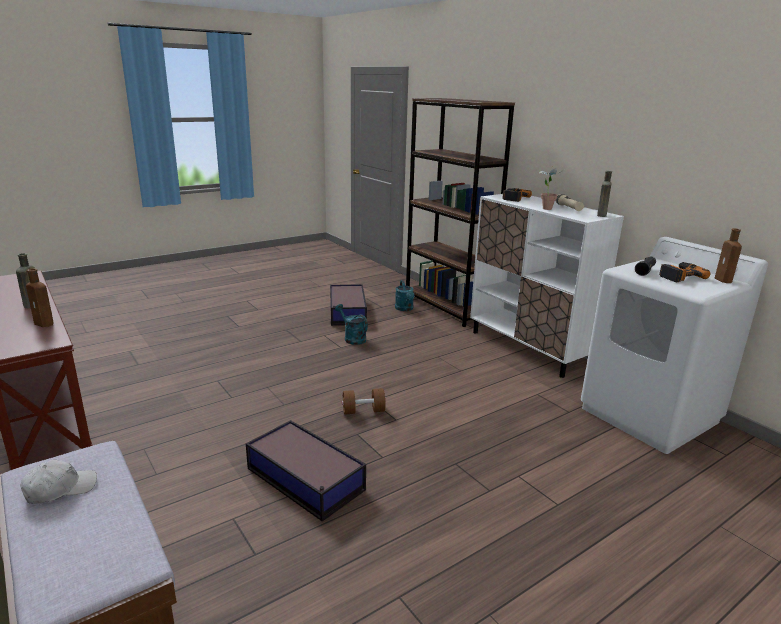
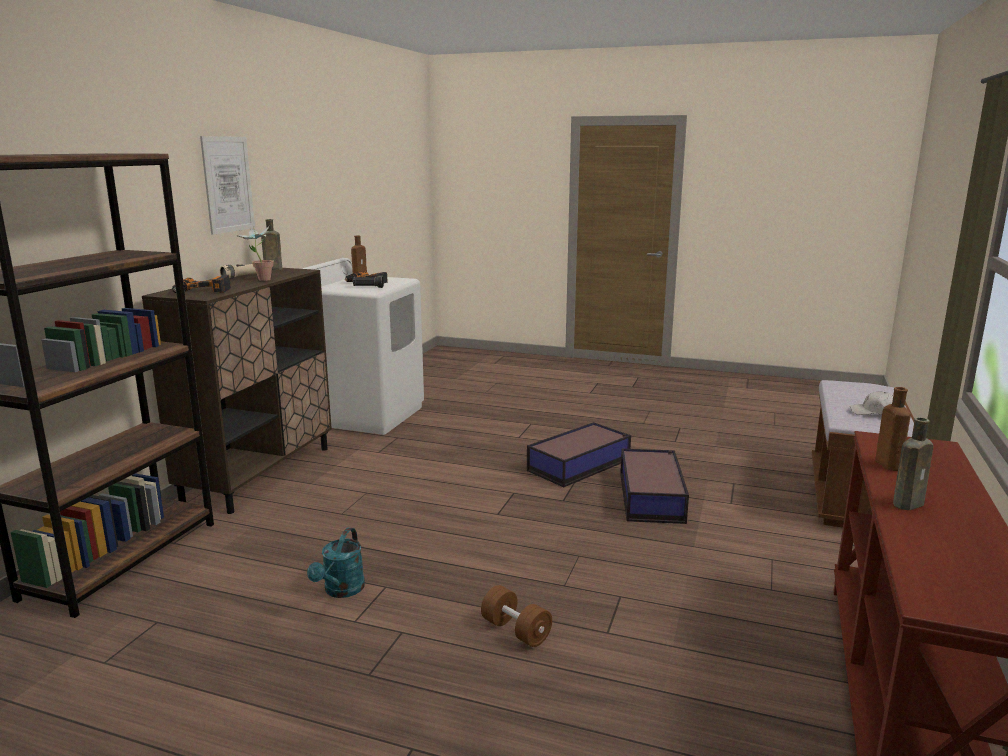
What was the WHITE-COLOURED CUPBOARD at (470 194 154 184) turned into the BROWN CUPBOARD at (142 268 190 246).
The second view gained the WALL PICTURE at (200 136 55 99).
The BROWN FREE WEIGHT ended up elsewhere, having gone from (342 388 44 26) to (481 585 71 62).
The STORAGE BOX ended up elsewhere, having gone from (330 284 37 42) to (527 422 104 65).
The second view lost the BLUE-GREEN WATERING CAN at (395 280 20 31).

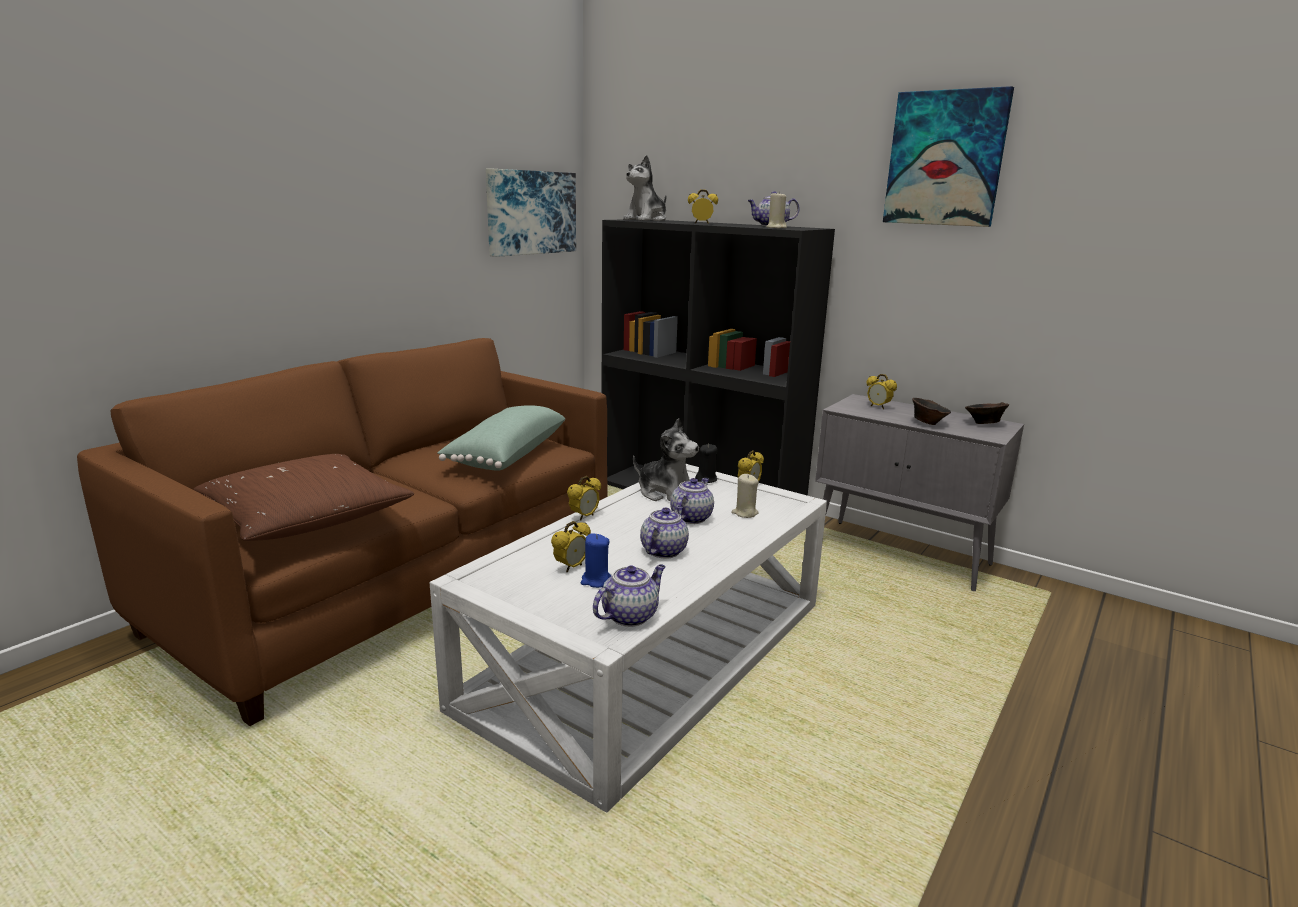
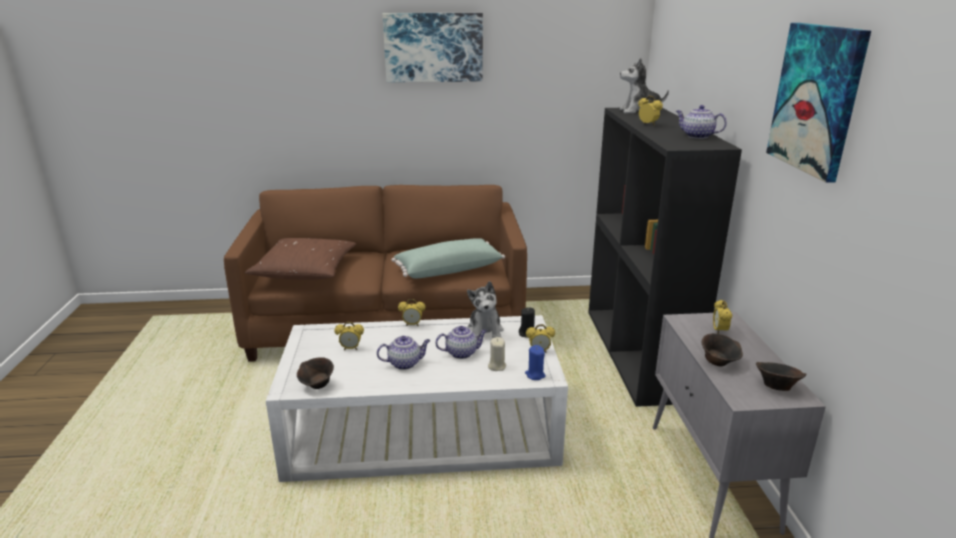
Where the TEAPOT stood at (593 564 73 63), the BROWN BOWL came to stand at (297 357 37 32).
The WALL PICTURE ended up elsewhere, having gone from (486 168 90 89) to (383 13 100 69).
The BLUE CANDLE ended up elsewhere, having gone from (581 533 30 55) to (525 345 21 35).
The second view lost the BEIGE-COLOURED CANDLE at (766 192 21 36).

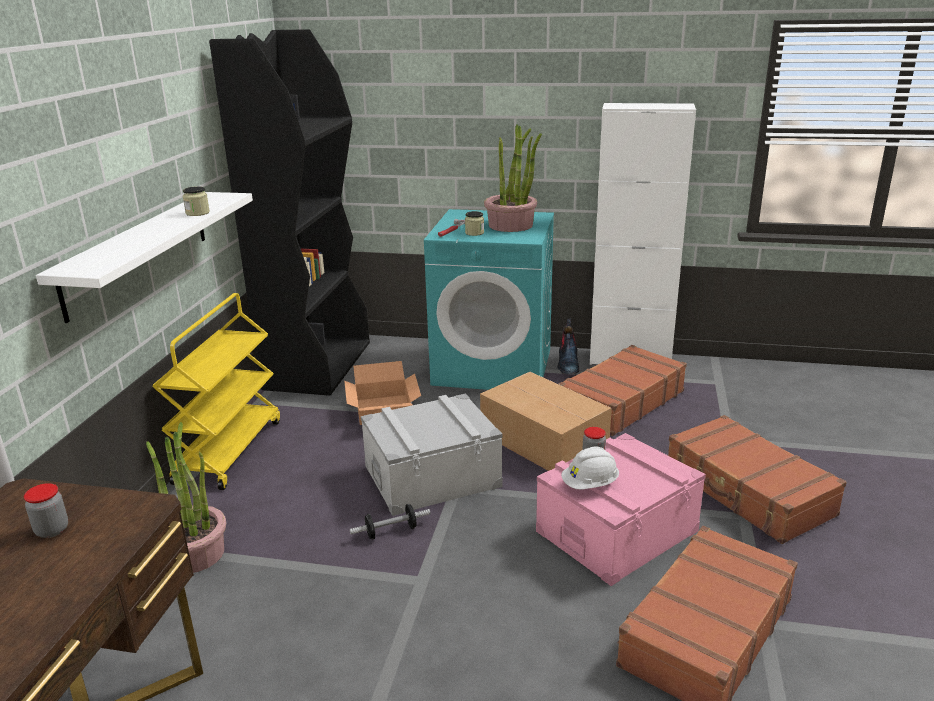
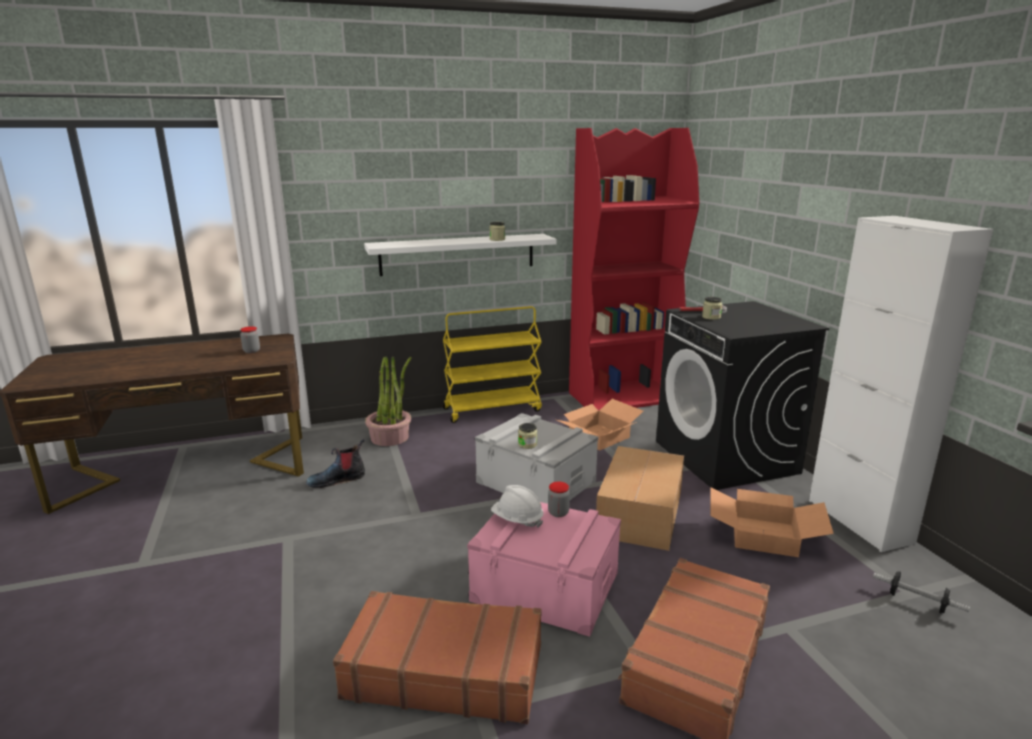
The TALL BOOT ended up elsewhere, having gone from (558 318 21 56) to (306 439 59 49).
The second view gained the PRESERVE JAR at (518 423 19 26).
What was the BLACK-COLOURED BOOKCASE at (209 29 161 367) turned into the RED BOOKCASE at (569 128 130 283).
What was the BLUE-GREEN WASHING MACHINE at (424 209 130 181) turned into the BLACK-COLOURED WASHING MACHINE at (656 301 173 189).
Where the BROWN SUITCASE stood at (559 345 128 91), the CARTON came to stand at (710 487 124 70).
The FREE WEIGHT ended up elsewhere, having gone from (350 504 80 35) to (873 571 97 42).
The second view lost the POTTED PLANT at (484 124 58 108).

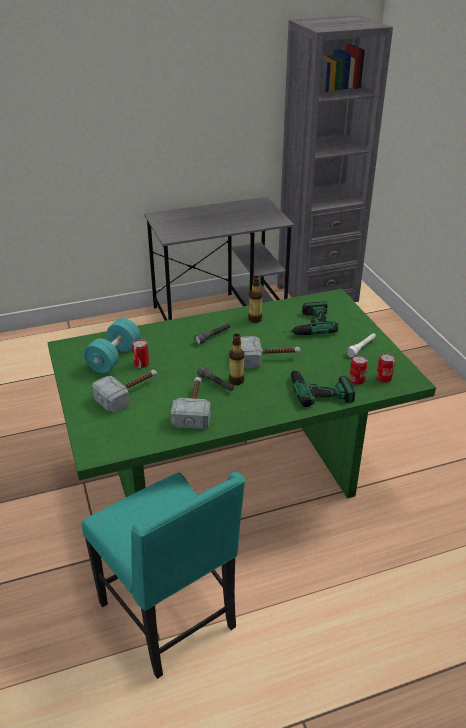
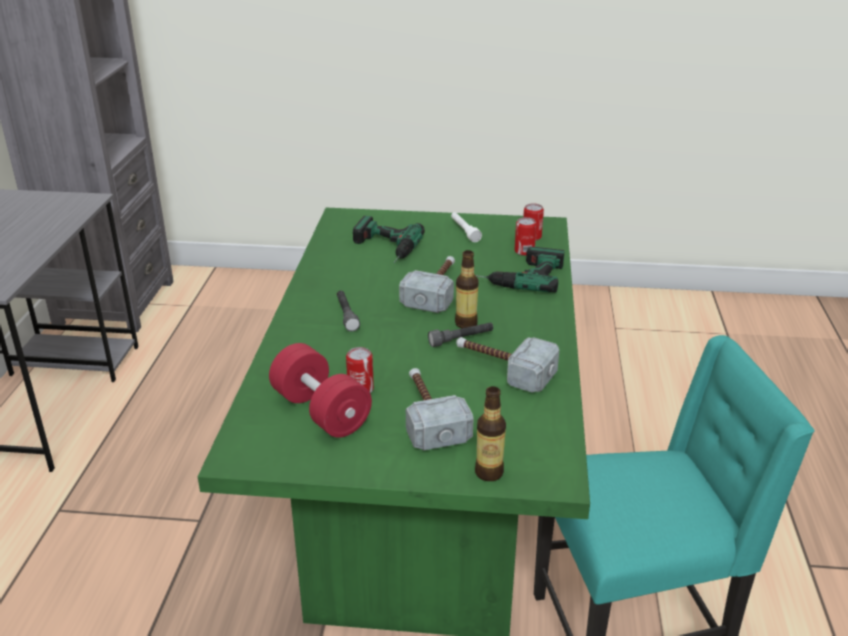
What was the BLUE-GREEN FREE WEIGHT at (83 318 58 56) turned into the RED FREE WEIGHT at (269 343 103 95).
The BOTTLE ended up elsewhere, having gone from (248 276 15 47) to (475 386 31 95).

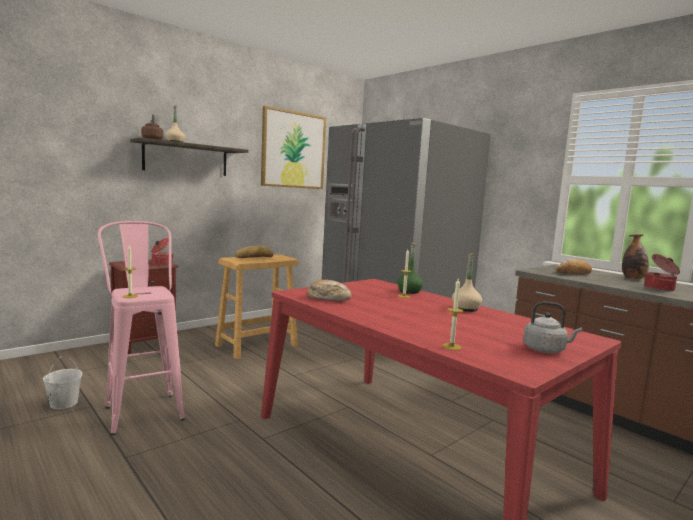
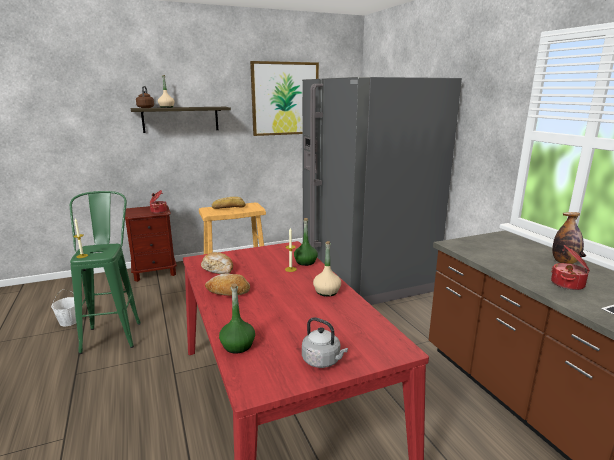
What was the PINK STOOL at (98 221 87 214) turned into the GREEN-COLOURED STOOL at (70 191 71 163).
The BREAD ended up elsewhere, having gone from (556 259 36 16) to (205 273 45 23).
Where the CANDLE stood at (442 279 21 71), the GREEN-COLOURED BOTTLE came to stand at (219 283 36 71).

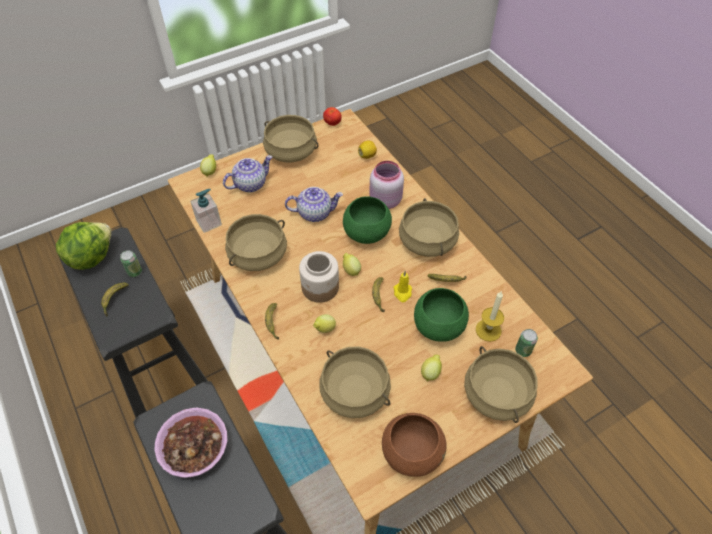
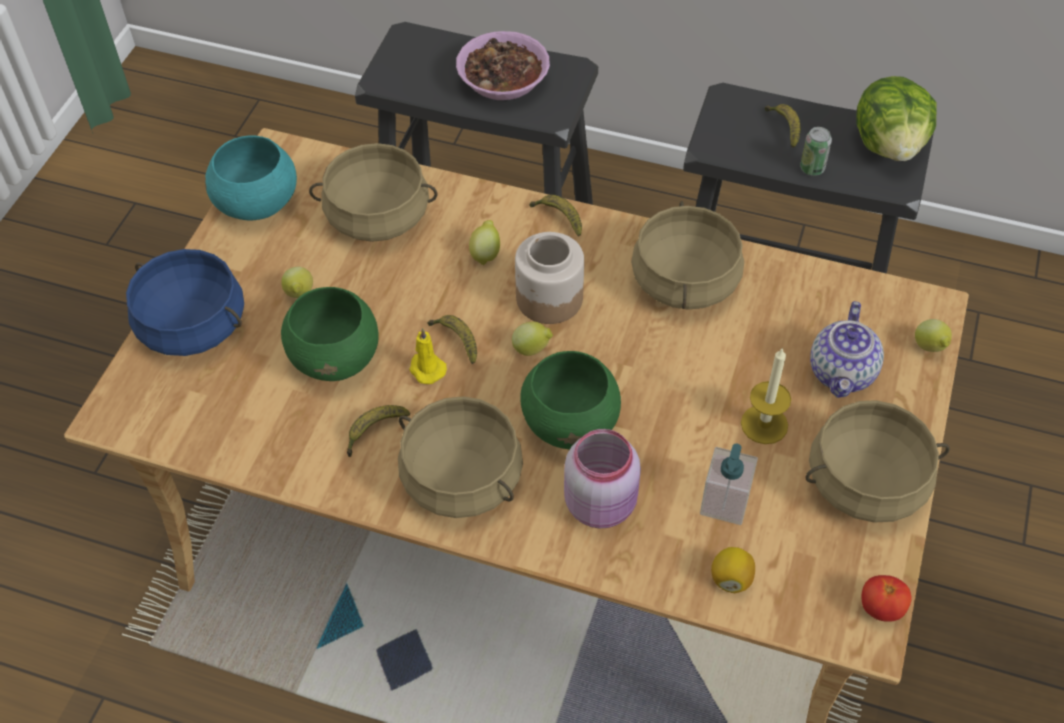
What was the BEIGE-COLOURED STOCKPOT at (464 346 73 77) turned into the BLUE STOCKPOT at (126 249 118 107).
What was the BROWN BOWL at (382 413 65 64) turned into the BLUE-GREEN BOWL at (205 135 92 86).
The SOAP BOTTLE ended up elsewhere, having gone from (190 189 32 44) to (700 444 58 81).
The CANDLE ended up elsewhere, having gone from (476 292 28 50) to (741 347 50 97).
The second view lost the TEAPOT at (285 187 58 35).
The second view lost the METAL CAN at (515 329 23 28).

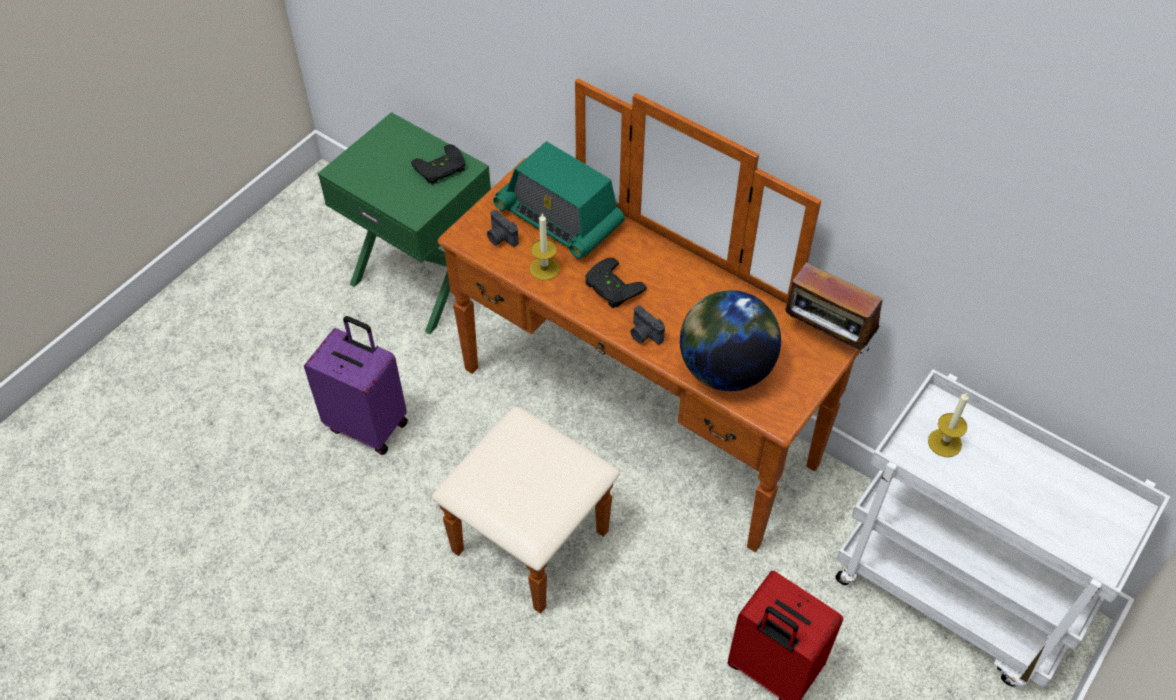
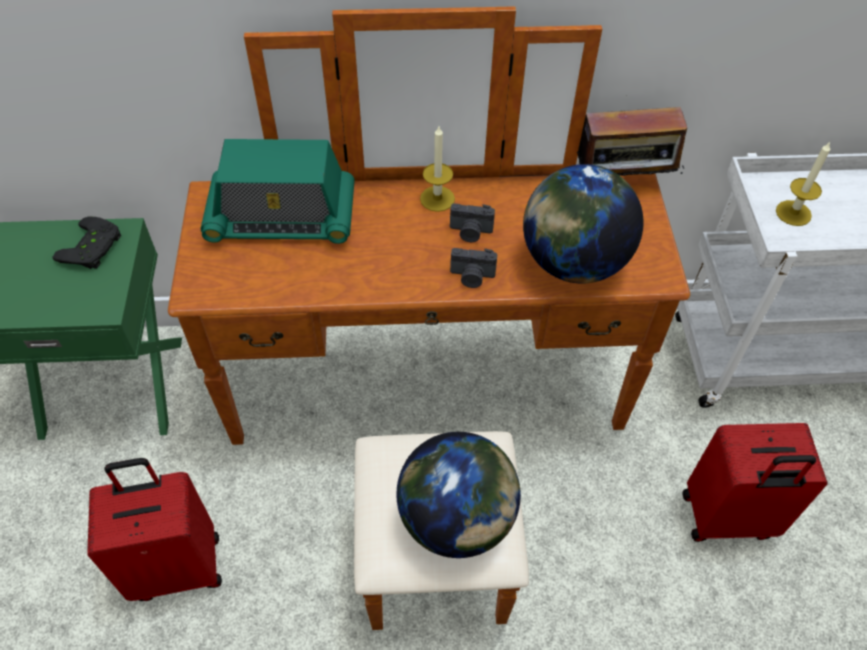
What was the PURPLE SUITCASE at (304 316 104 139) turned into the RED SUITCASE at (87 458 135 143).
The second view gained the WORLD GLOBE at (396 432 125 126).
The CANDLE ended up elsewhere, having gone from (530 213 30 68) to (420 126 35 86).
The PHOTO CAMERA ended up elsewhere, having gone from (487 210 32 37) to (450 203 45 39).
The second view lost the BLACK-COLOURED JOYPAD at (585 258 62 50).

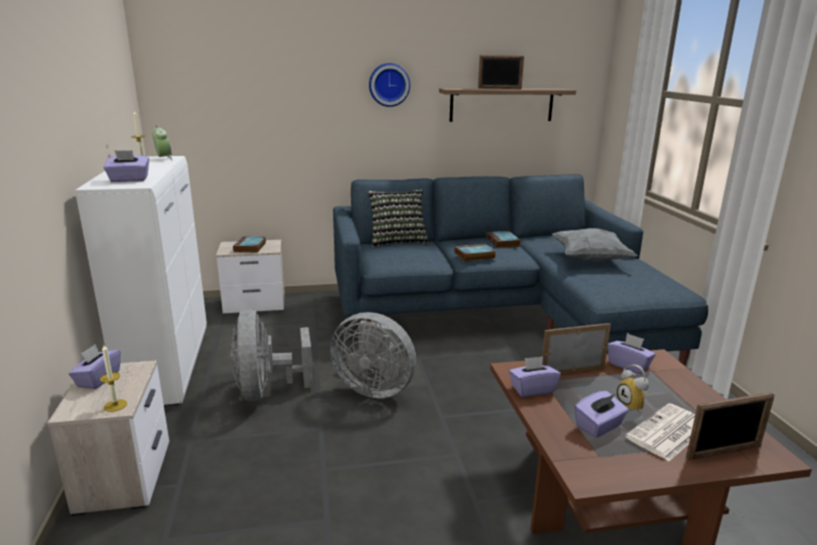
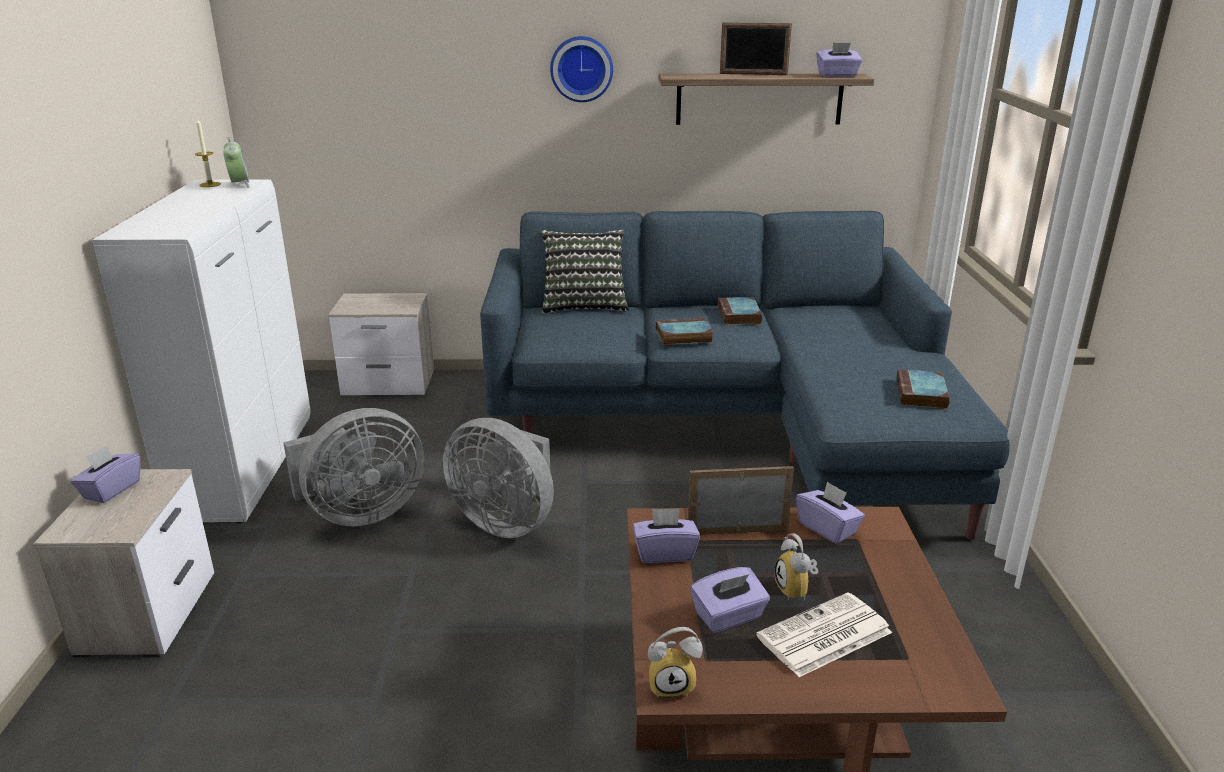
The GREY ELECTRIC FAN at (231 309 82 92) ended up facing another way, 120 degrees counterclockwise from before.
The second view gained the TABLE CLOCK at (648 627 55 71).
The PURPLE TISSUE HOLDER ended up elsewhere, having gone from (103 150 46 32) to (816 42 46 35).
The BOUND BOOK ended up elsewhere, having gone from (233 236 33 17) to (896 369 54 40).
The second view lost the CANDLE at (100 345 27 67).
The second view lost the GREY CUSHION at (552 228 86 33).
The second view lost the STANDING FRAME at (686 392 89 68).

